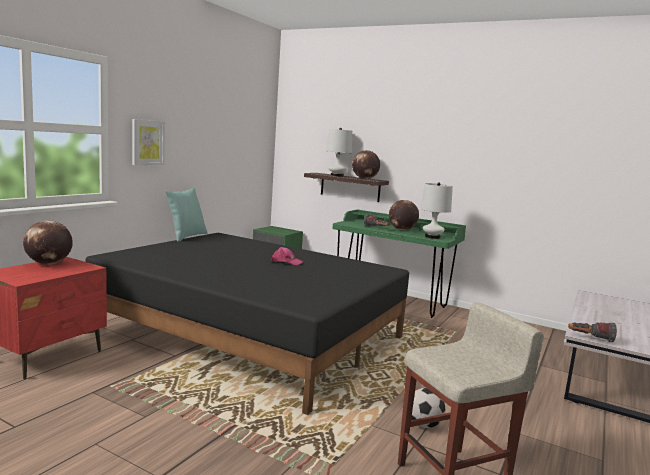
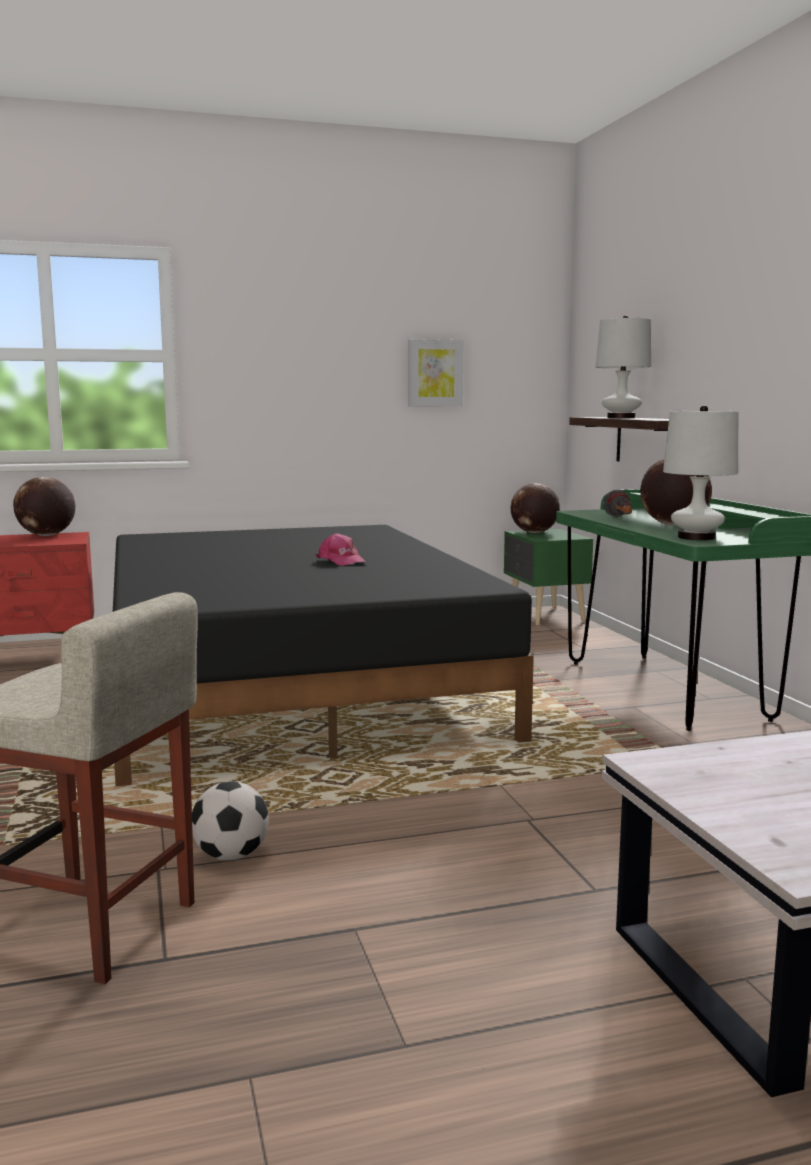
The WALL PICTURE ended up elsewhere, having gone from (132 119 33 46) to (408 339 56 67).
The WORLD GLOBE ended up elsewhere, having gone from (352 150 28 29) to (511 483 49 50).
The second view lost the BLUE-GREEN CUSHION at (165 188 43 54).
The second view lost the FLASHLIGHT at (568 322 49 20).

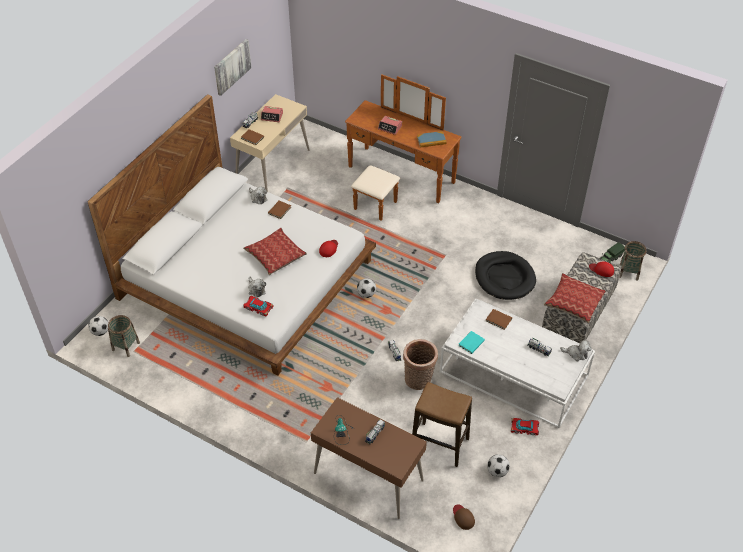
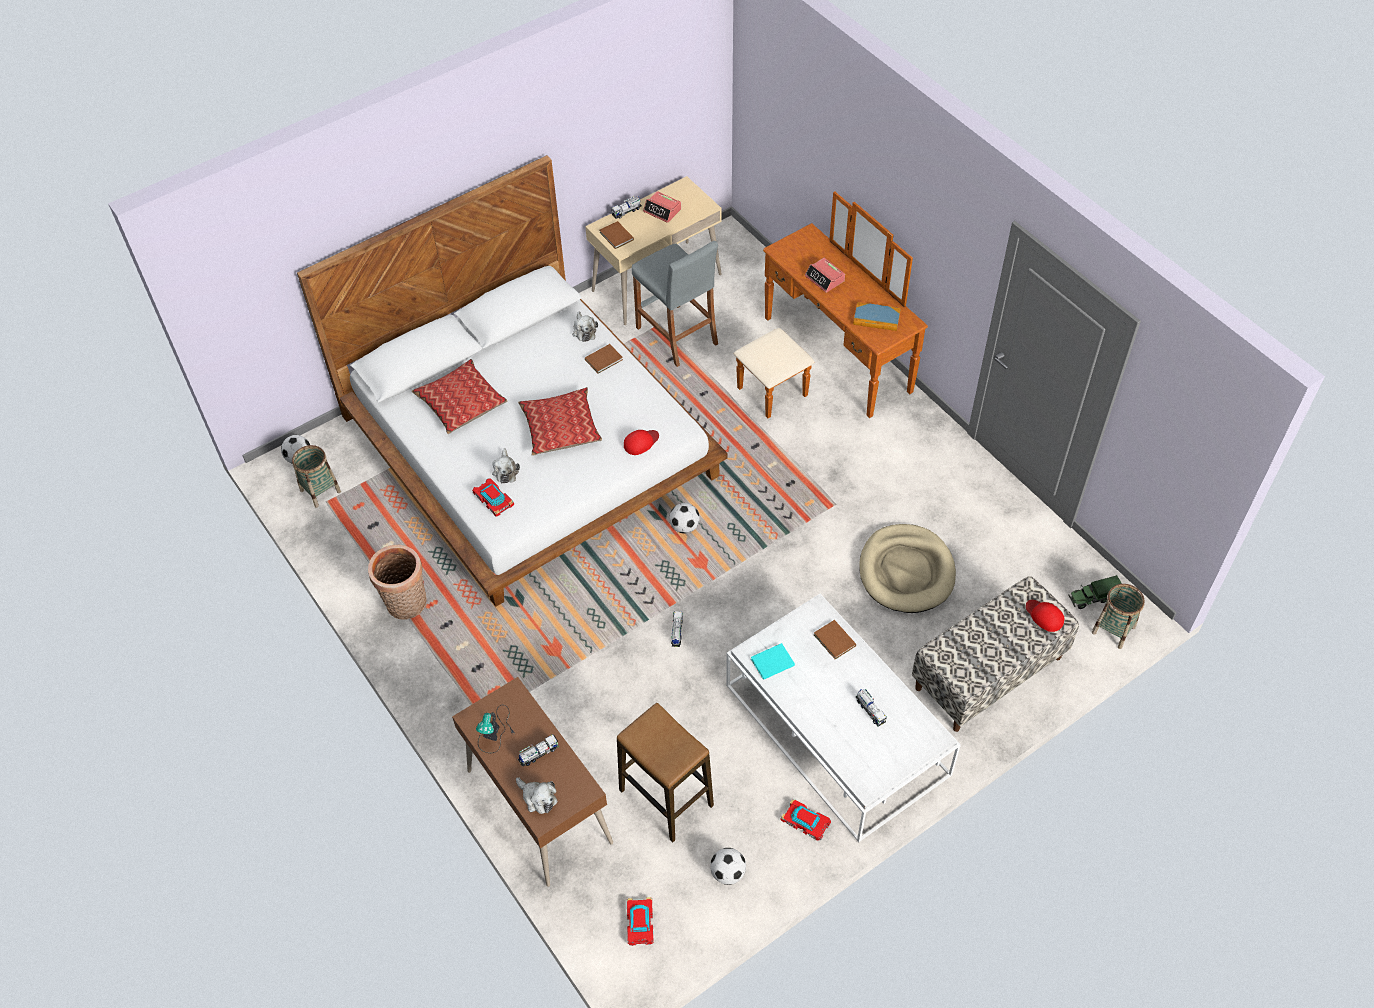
The STORAGE BASKET ended up elsewhere, having gone from (403 339 35 51) to (368 545 59 75).
The CUSHION ended up elsewhere, having gone from (544 273 62 50) to (412 359 96 75).
The CUDDLY TOY ended up elsewhere, having gone from (560 340 31 21) to (516 777 42 37).
Where the BROWN PEAKED CAP stood at (453 504 22 26), the MINIATURE CAR came to stand at (627 897 27 49).
The second view gained the GREY STOOL at (632 241 86 126).
What was the BLACK-COLOURED DOG BED at (475 251 61 49) turned into the BEIGE-COLOURED DOG BED at (859 524 97 89).
The second view lost the WALL PICTURE at (214 39 38 57).

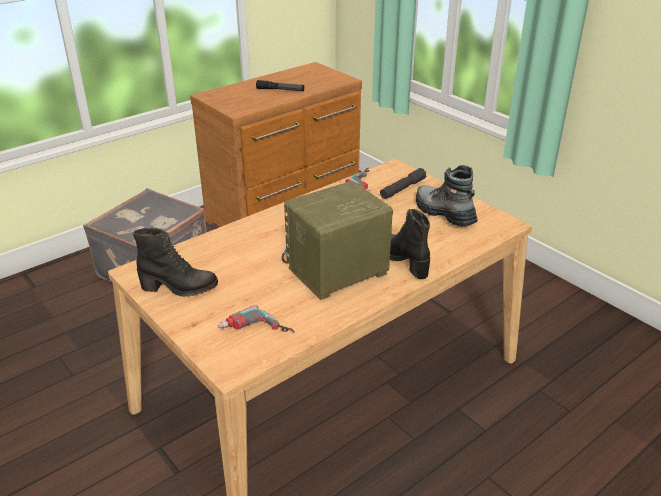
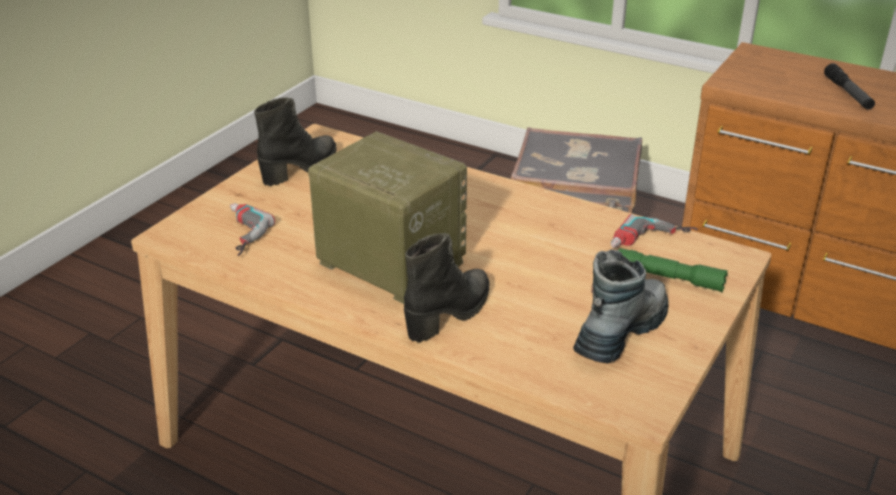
The BLACK-COLOURED TALL BOOT at (133 227 85 70) ended up facing another way, 120 degrees counterclockwise from before.
What was the GREY FLASHLIGHT at (380 168 47 31) turned into the GREEN-COLOURED FLASHLIGHT at (619 248 109 44).

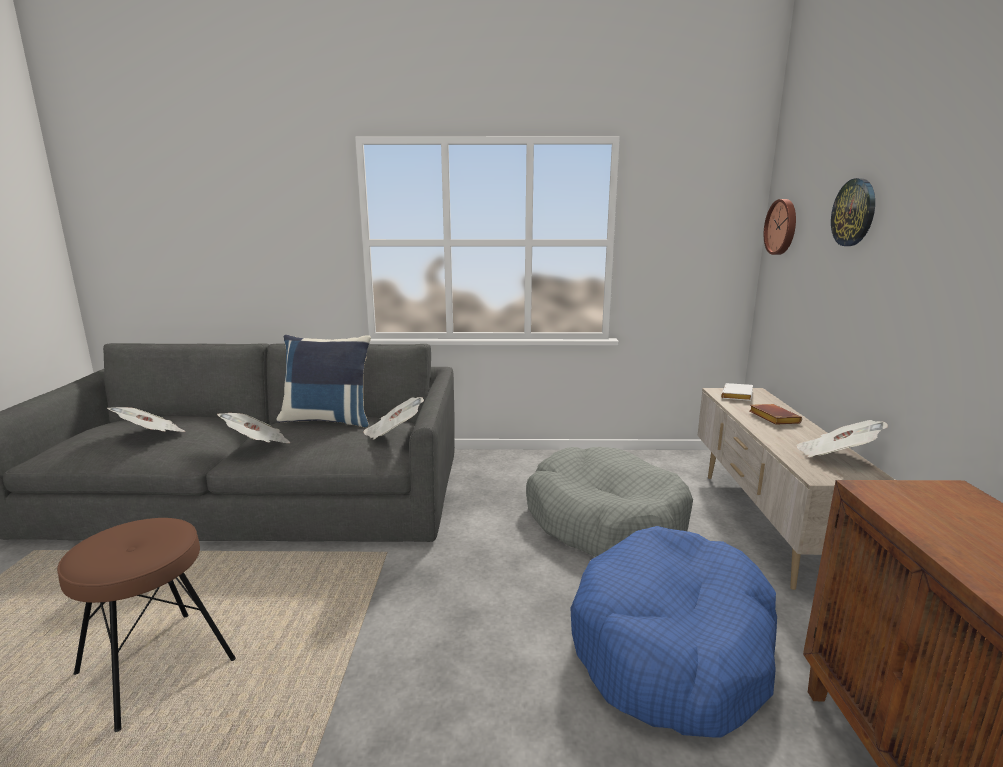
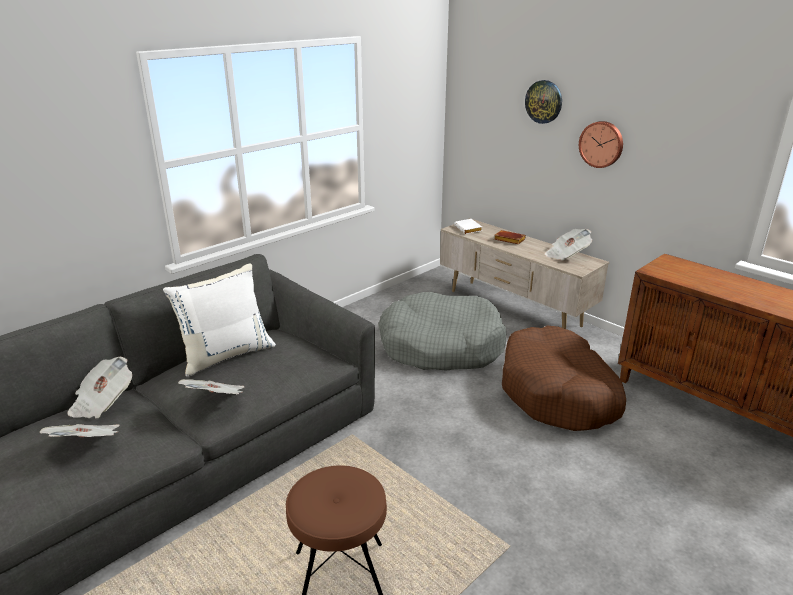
The DAILY PAPER ended up elsewhere, having gone from (363 397 61 43) to (67 357 65 62).
What was the BLUE CUSHION at (276 335 95 92) turned into the WHITE-COLOURED CUSHION at (163 263 113 114).
What was the BLUE DOG BED at (570 526 207 212) turned into the BROWN DOG BED at (502 325 124 106).
The HANGING CLOCK ended up elsewhere, having gone from (764 199 32 56) to (579 121 44 47).

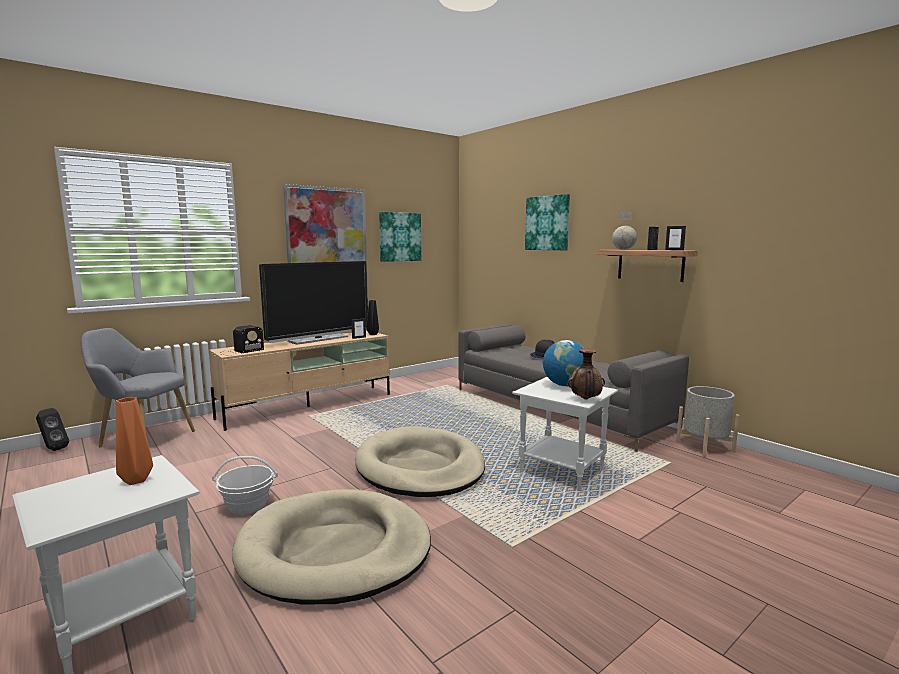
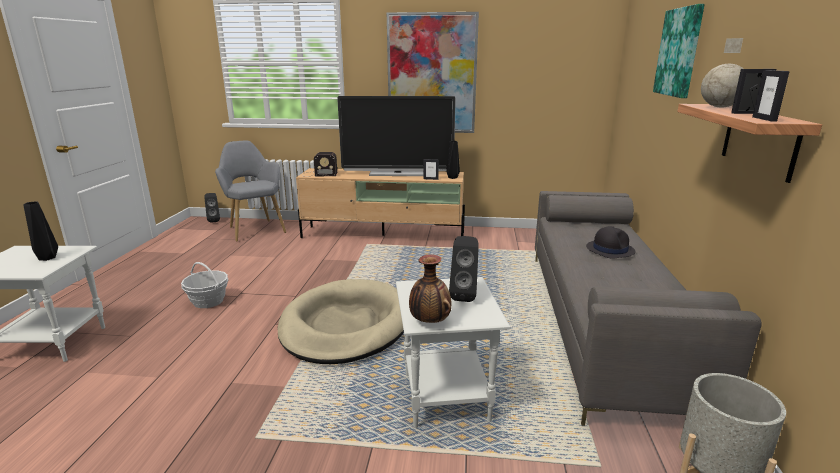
What was the ORANGE-COLOURED VASE at (116 397 37 88) turned into the BLACK-COLOURED VASE at (24 201 34 60).
Where the WORLD GLOBE stood at (543 340 42 46), the BLACK-COLOURED LOUDSPEAKER came to stand at (449 236 30 66).
The second view lost the BEIGE-COLOURED DOG BED at (232 489 199 115).
The second view lost the WALL PICTURE at (379 212 42 50).

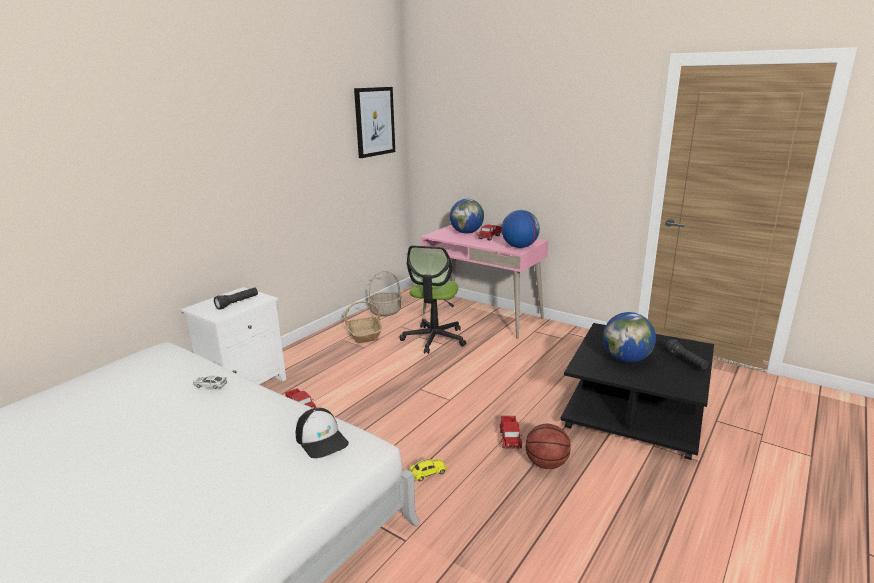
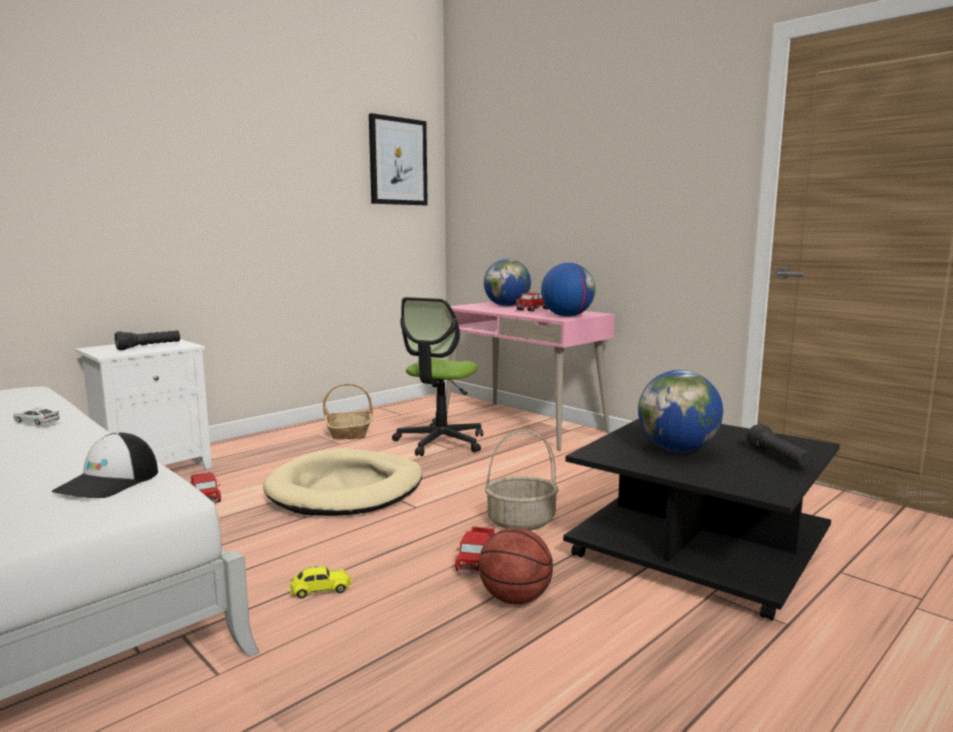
The PEAKED CAP at (296 408 53 50) ended up facing another way, 45 degrees clockwise from before.
The second view gained the BEIGE-COLOURED DOG BED at (263 448 159 68).
The STORAGE BASKET ended up elsewhere, having gone from (368 271 34 45) to (485 430 74 100).

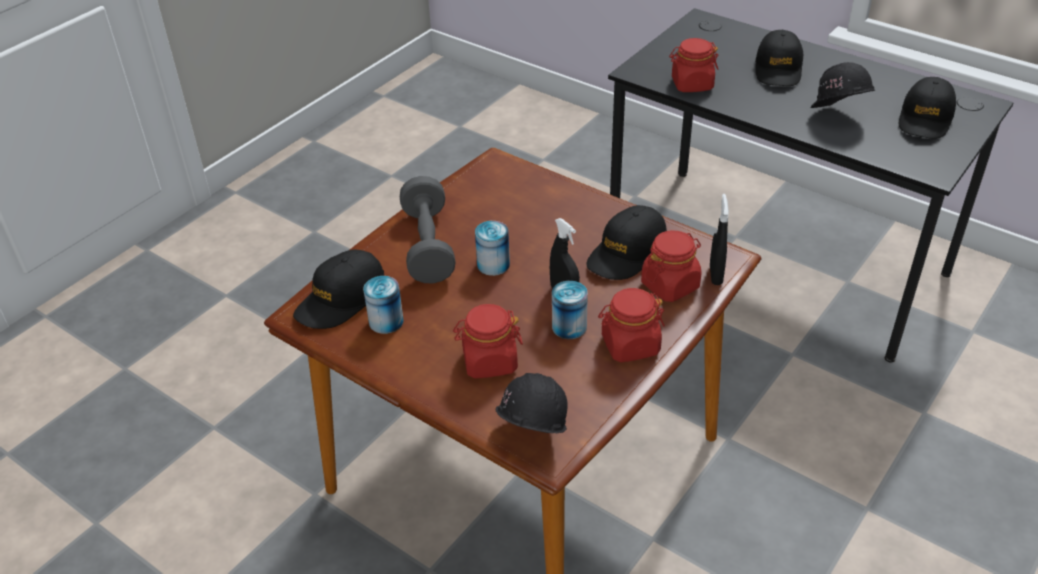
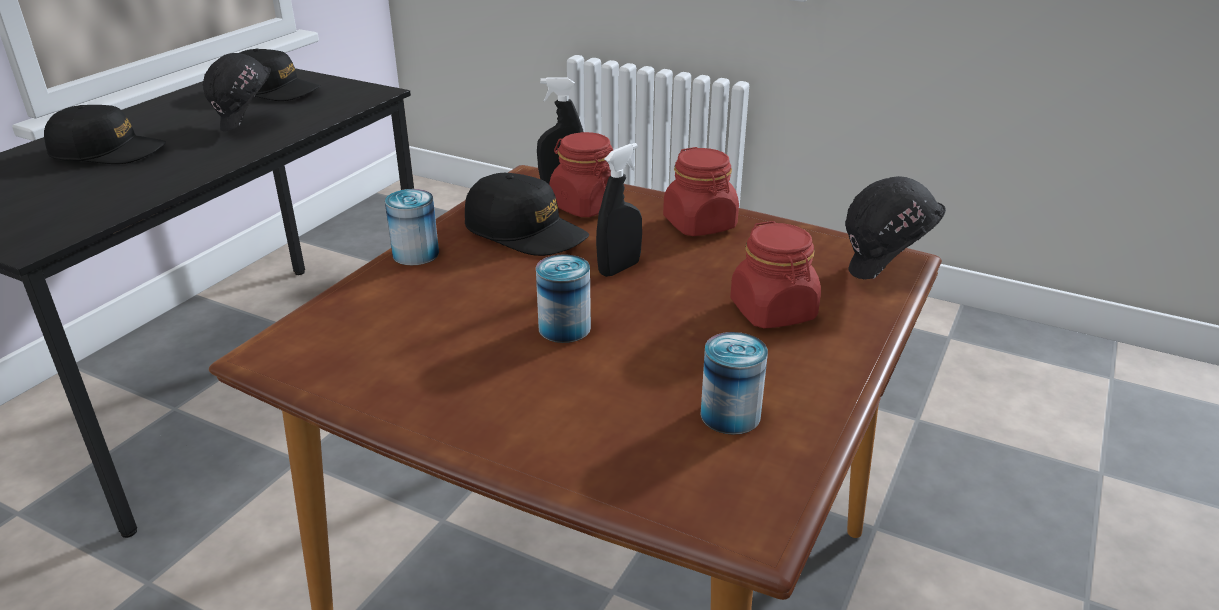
The METAL CAN ended up elsewhere, having gone from (552 281 36 58) to (385 189 54 76).
The second view lost the BLACK-COLOURED PEAKED CAP at (293 250 91 79).
The second view lost the GREY FREE WEIGHT at (400 176 56 107).
The second view lost the RED PRESERVE JAR at (669 38 49 54).

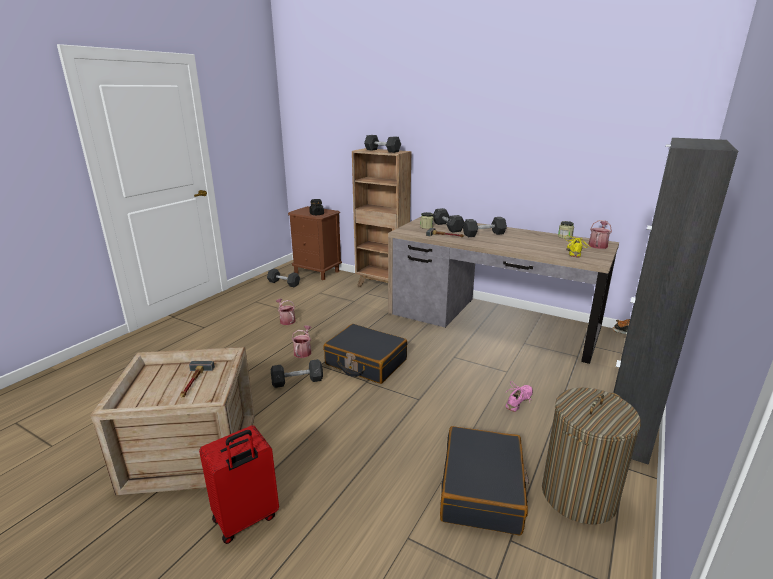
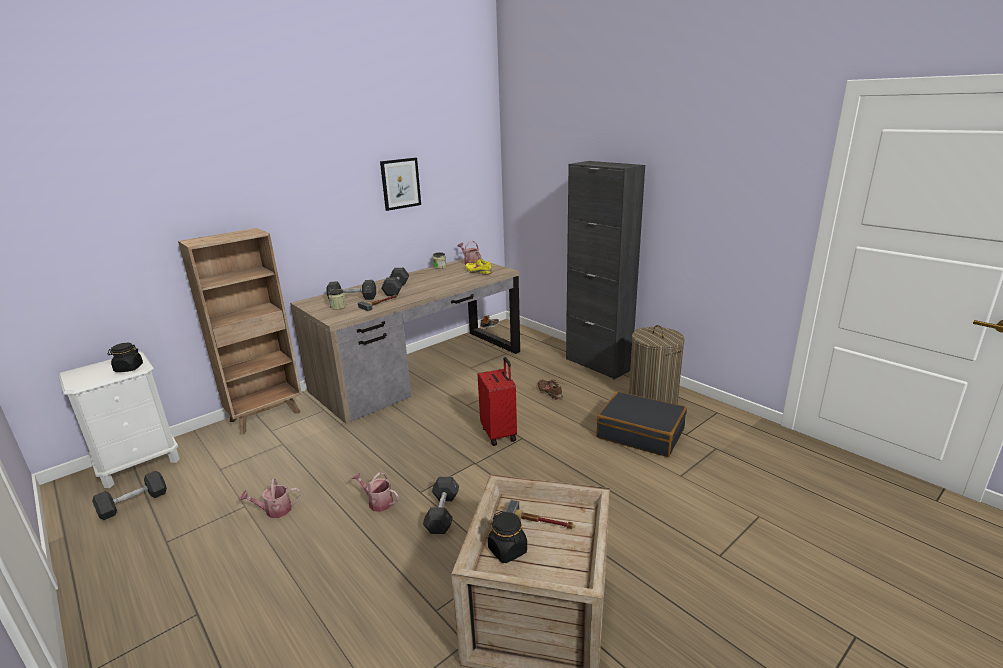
What was the BROWN NIGHT TABLE at (288 206 54 74) turned into the WHITE-COLOURED NIGHT TABLE at (58 352 122 136).
The second view gained the WALL PICTURE at (380 157 41 54).
The RED SUITCASE ended up elsewhere, having gone from (199 425 80 119) to (478 357 39 89).
The second view gained the BLACK-COLOURED PRESERVE JAR at (488 511 39 52).
What was the PINK ITEM OF FOOTWEAR at (505 381 28 31) turned into the BROWN ITEM OF FOOTWEAR at (538 380 25 20).
The second view lost the BLACK-COLOURED SUITCASE at (323 324 84 60).
The second view lost the GREY FREE WEIGHT at (364 135 37 18).

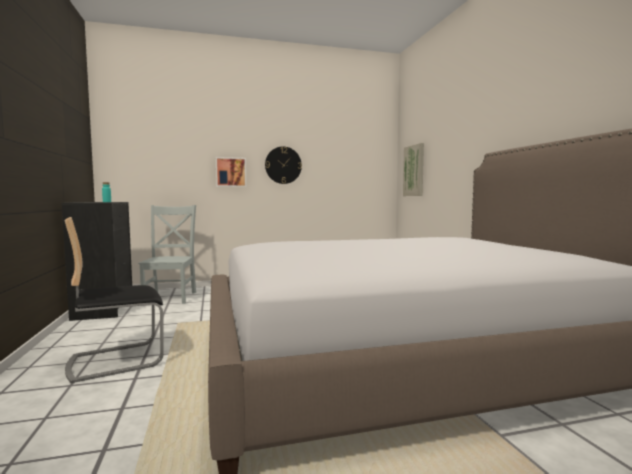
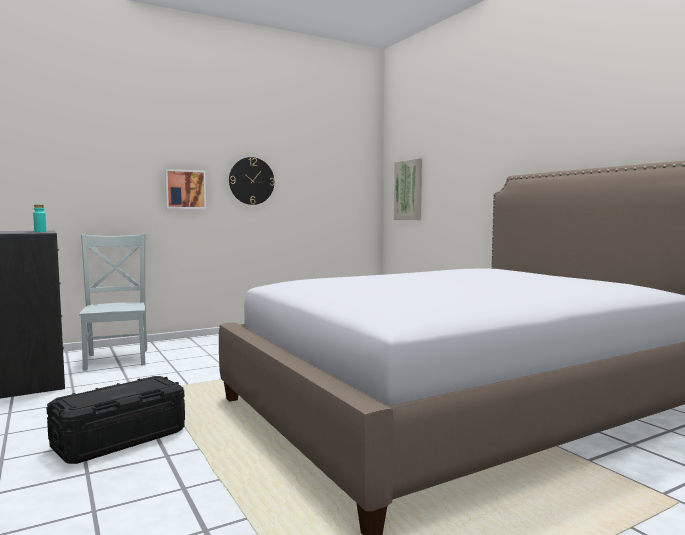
Where the PLAIN CHAIR stood at (64 217 100 166), the BLACK-COLOURED STORAGE BOX came to stand at (46 376 139 88).

